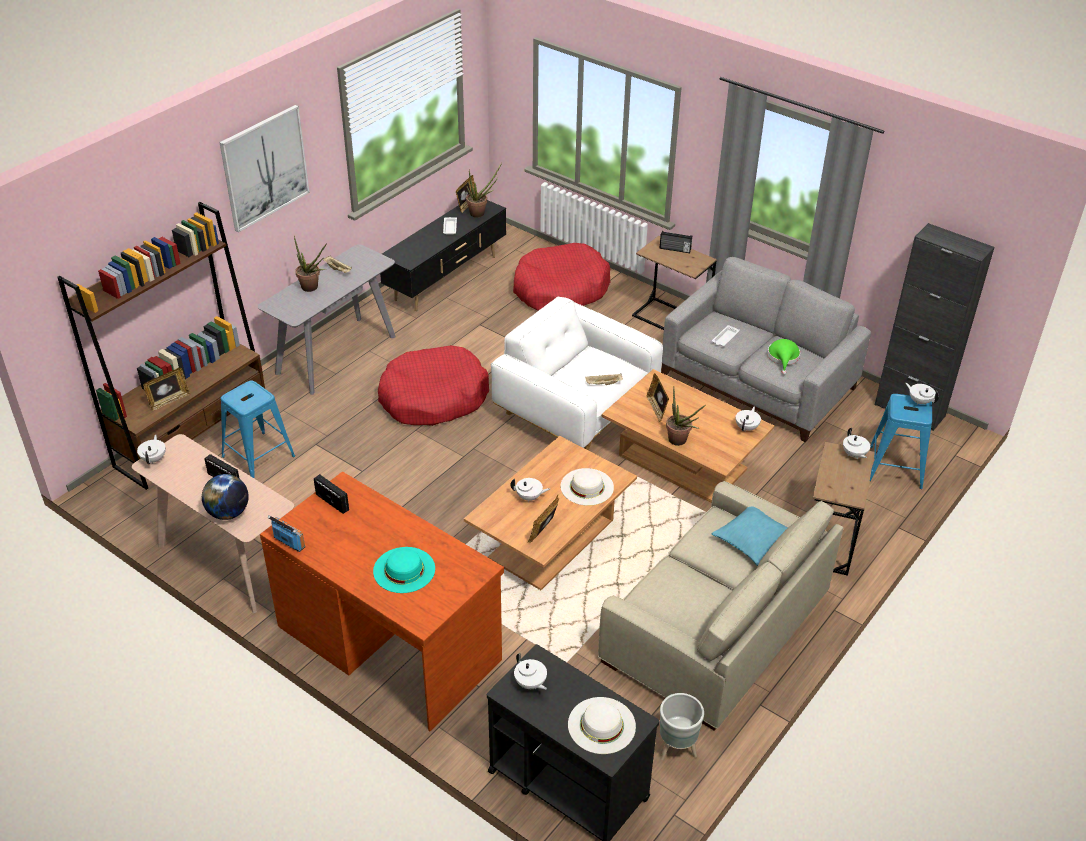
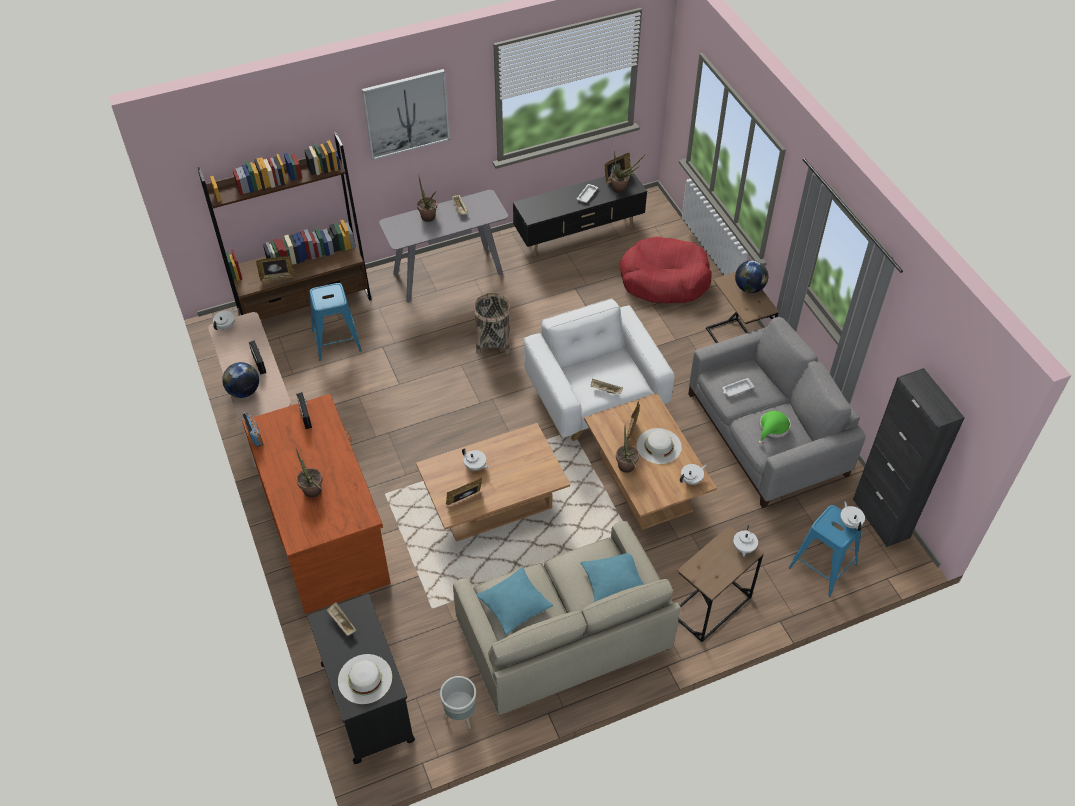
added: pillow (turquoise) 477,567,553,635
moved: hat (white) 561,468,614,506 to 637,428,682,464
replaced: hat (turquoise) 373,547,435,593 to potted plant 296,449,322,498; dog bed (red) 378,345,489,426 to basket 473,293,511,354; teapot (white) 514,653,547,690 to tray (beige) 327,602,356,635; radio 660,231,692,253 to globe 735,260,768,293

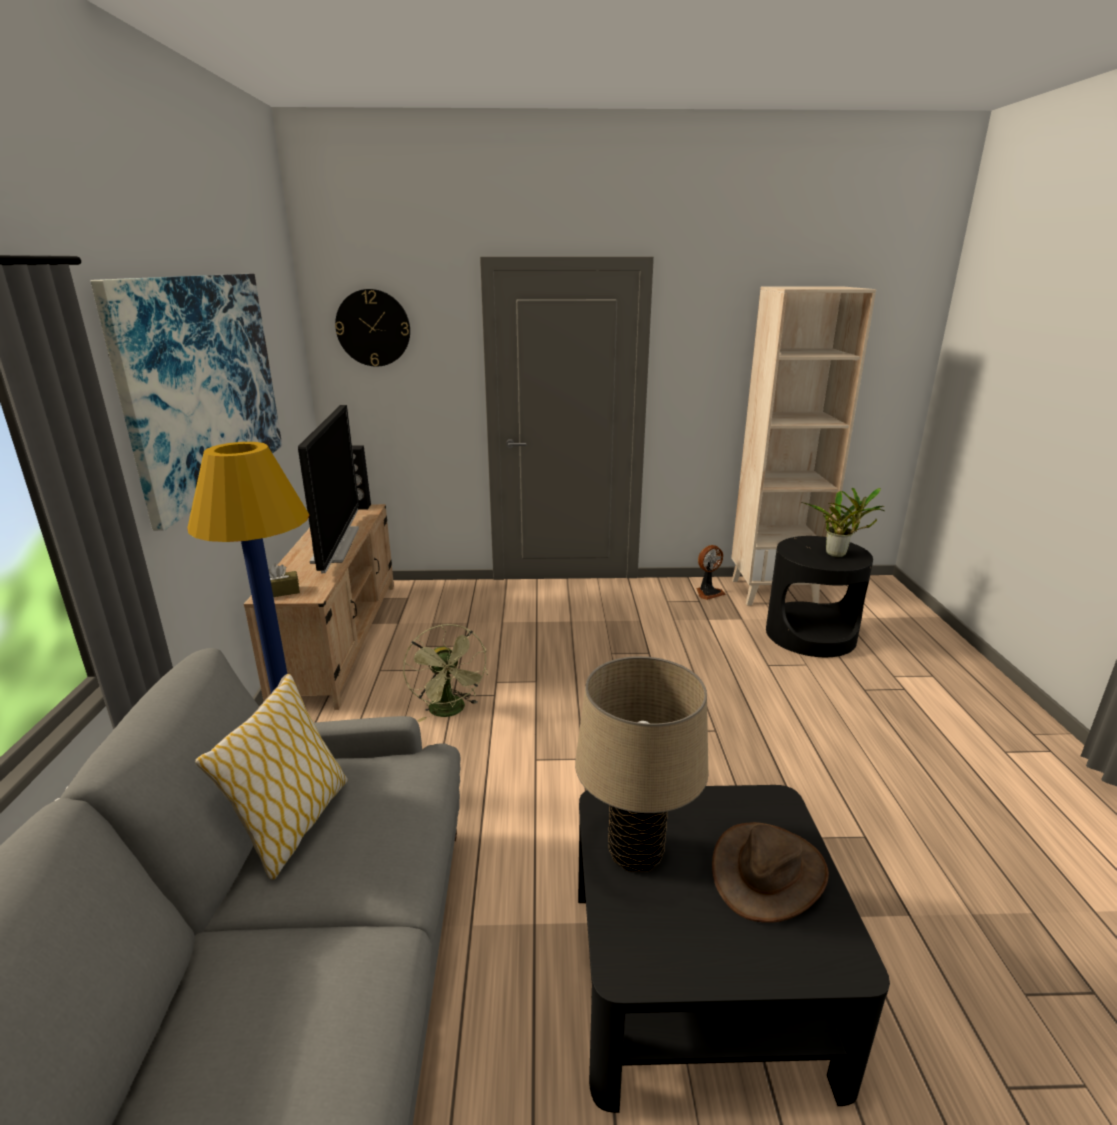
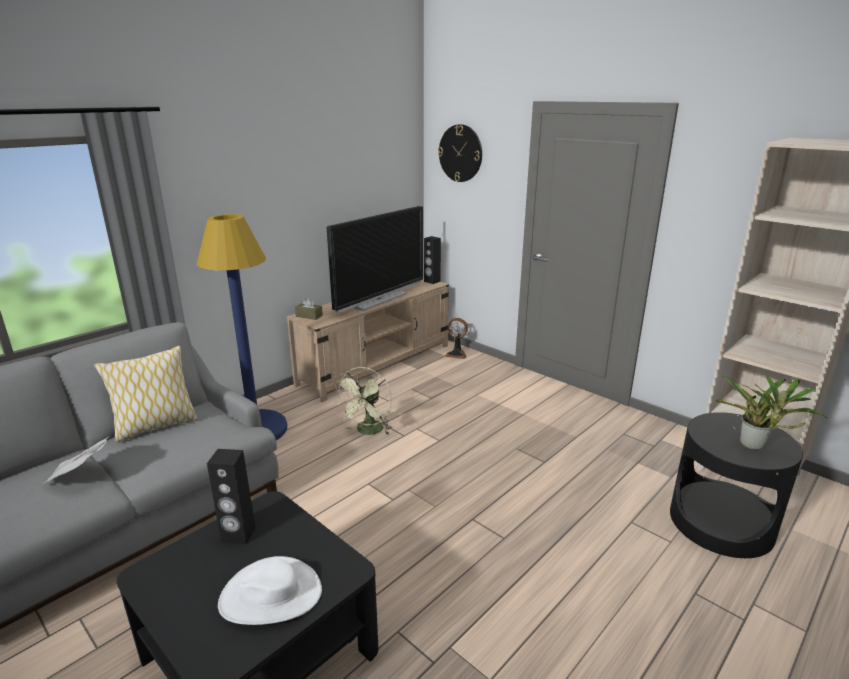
removed: picture 90,274,282,531
added: newspaper 43,436,110,484
moved: fan 697,545,726,600 to 445,318,468,359
replaced: table lamp (beige) 575,656,708,872 to speaker (black) 207,449,256,544
recoloured: hat (brown) 712,822,829,923 to hat (white) 218,556,322,625

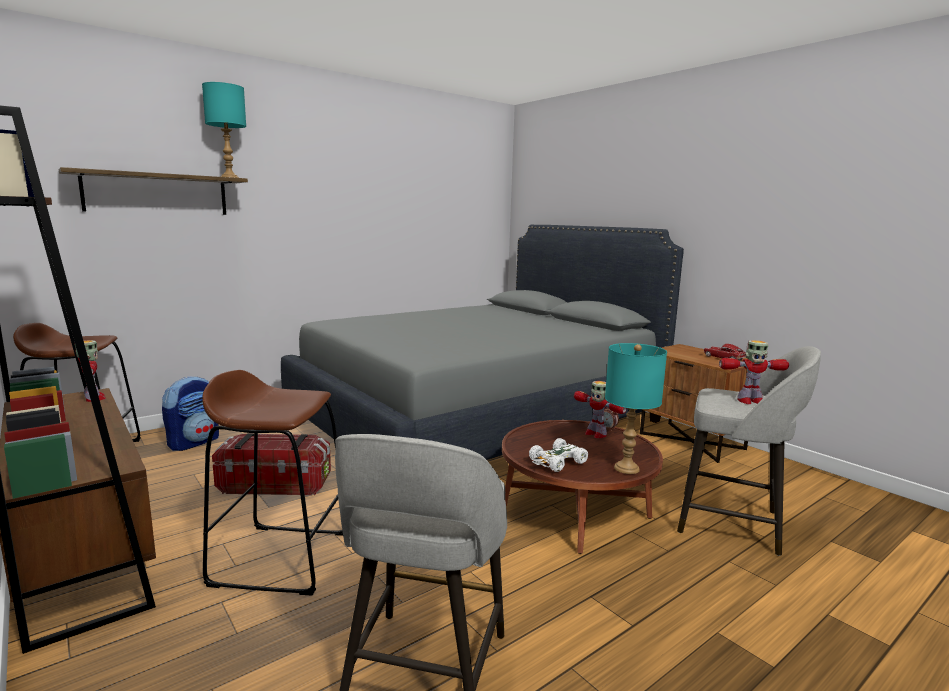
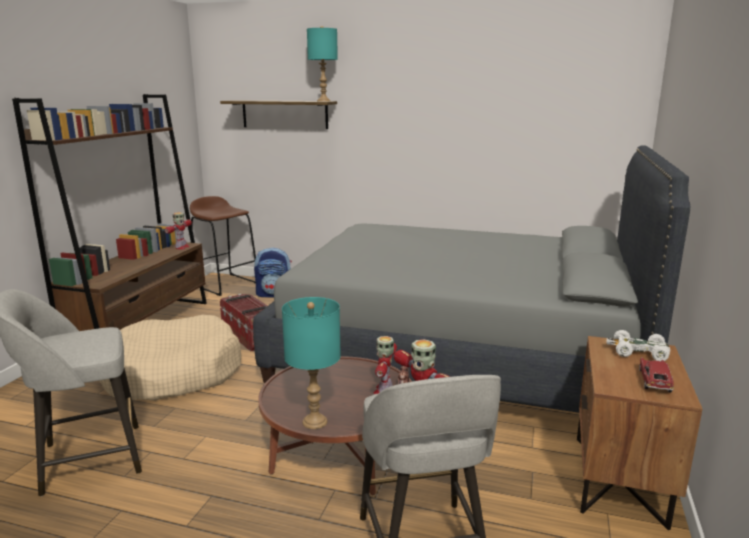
moved: toy car (white) 529,438,588,472 to 606,330,670,361
replaced: stool (brown) 202,370,343,596 to dog bed (beige) 99,315,241,401

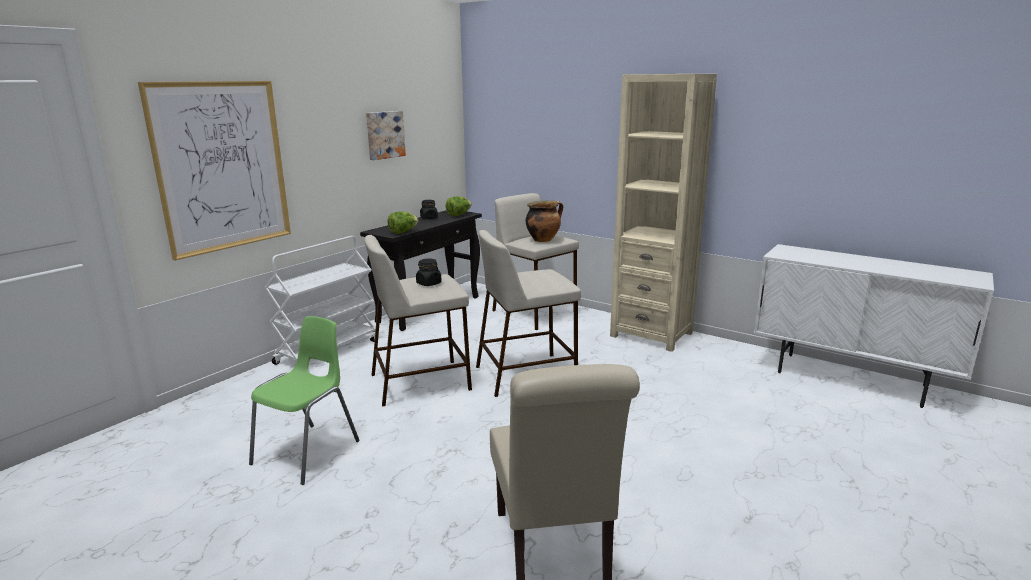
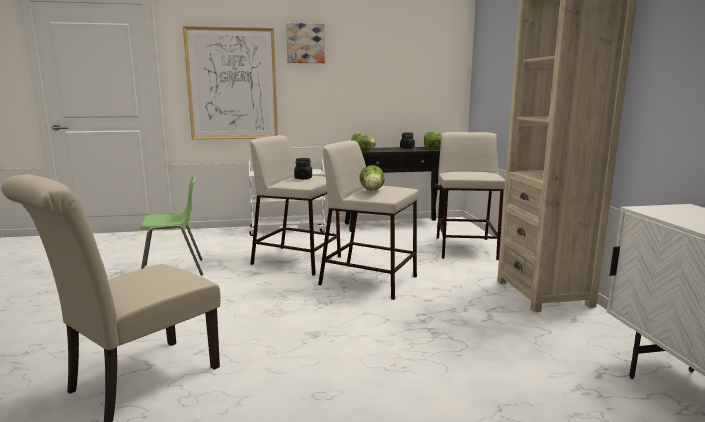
removed: cooking pot 526,201,563,242
added: lettuce 360,165,385,190
moved: picture 366,111,406,160 to 286,23,325,63

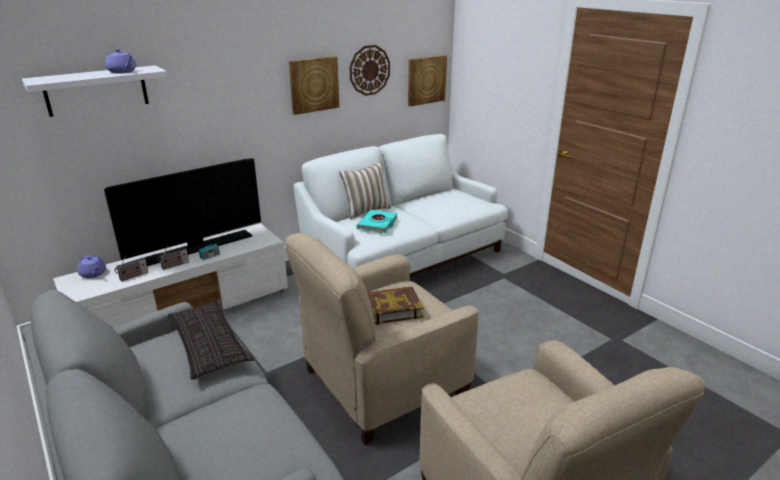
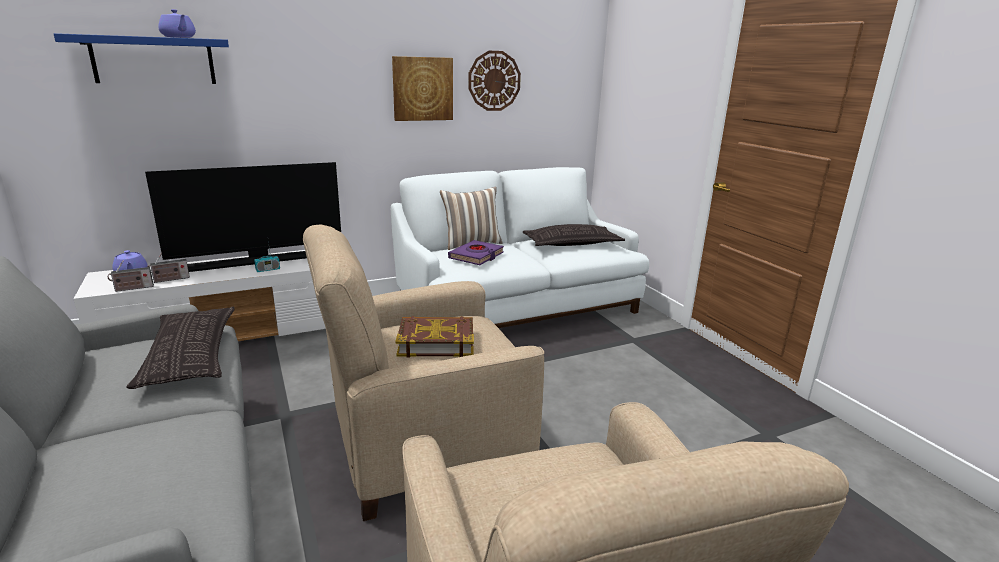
removed: picture 408,55,447,106
added: pillow 523,224,625,246
moved: radio 157,245,189,270 to 108,261,154,292
recoloured: shelf (white) 22,65,168,117 to shelf (blue) 54,33,229,84; book (turquoise) 357,210,398,233 to book (purple) 448,240,504,265

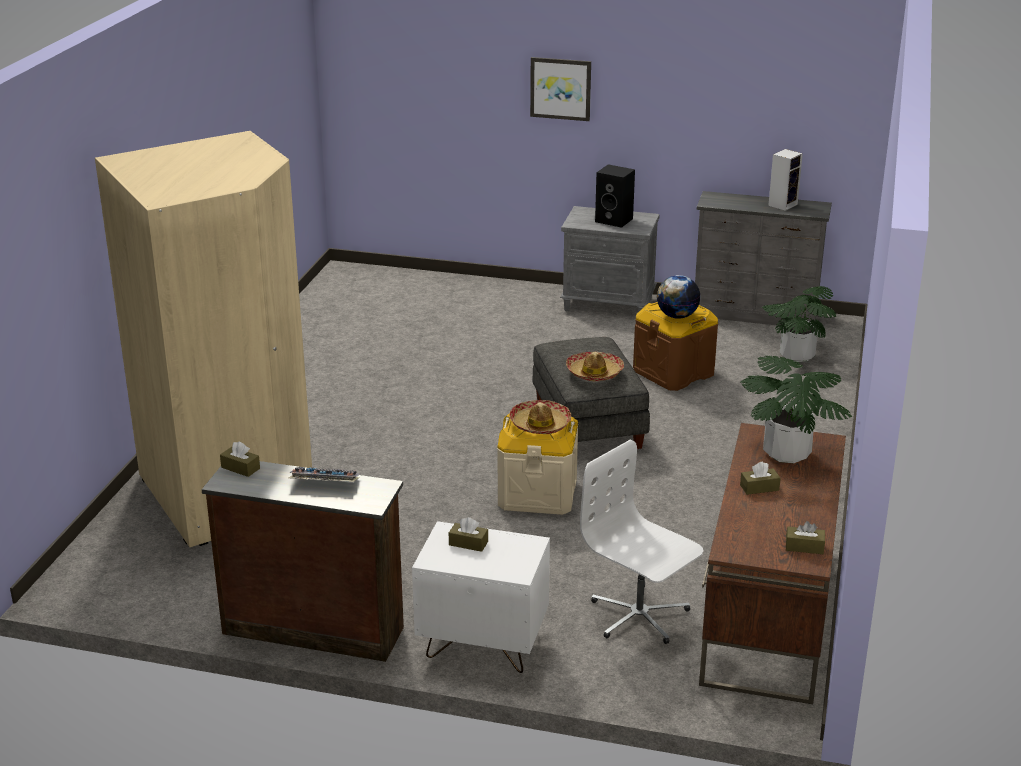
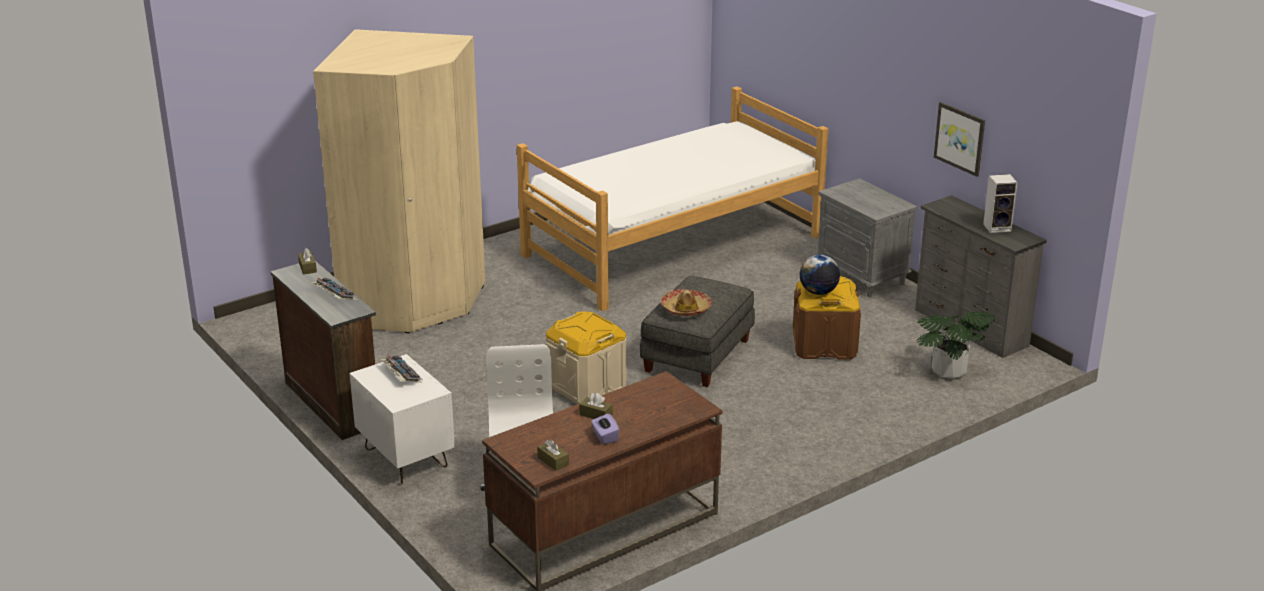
removed: hat 509,400,571,434; speaker (black) 595,164,635,228; potted plant 740,356,852,463
added: bed 517,86,828,311; tissue box (purple) 591,414,620,445
moved: picture 530,57,591,121 to 934,102,985,177
replaced: tissue box (brown) 449,517,488,552 to keyboard 381,355,423,383

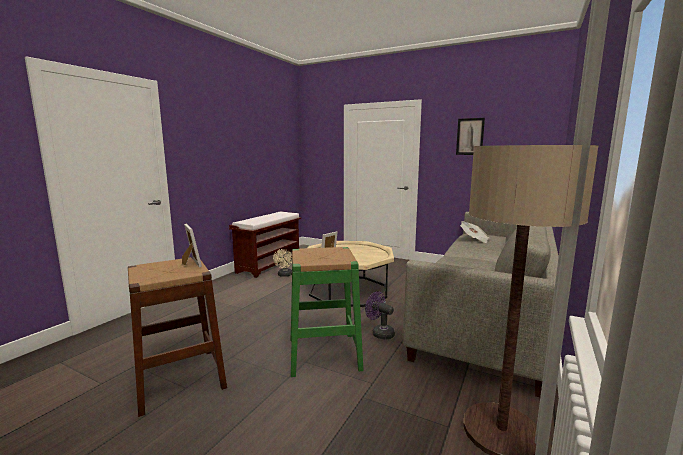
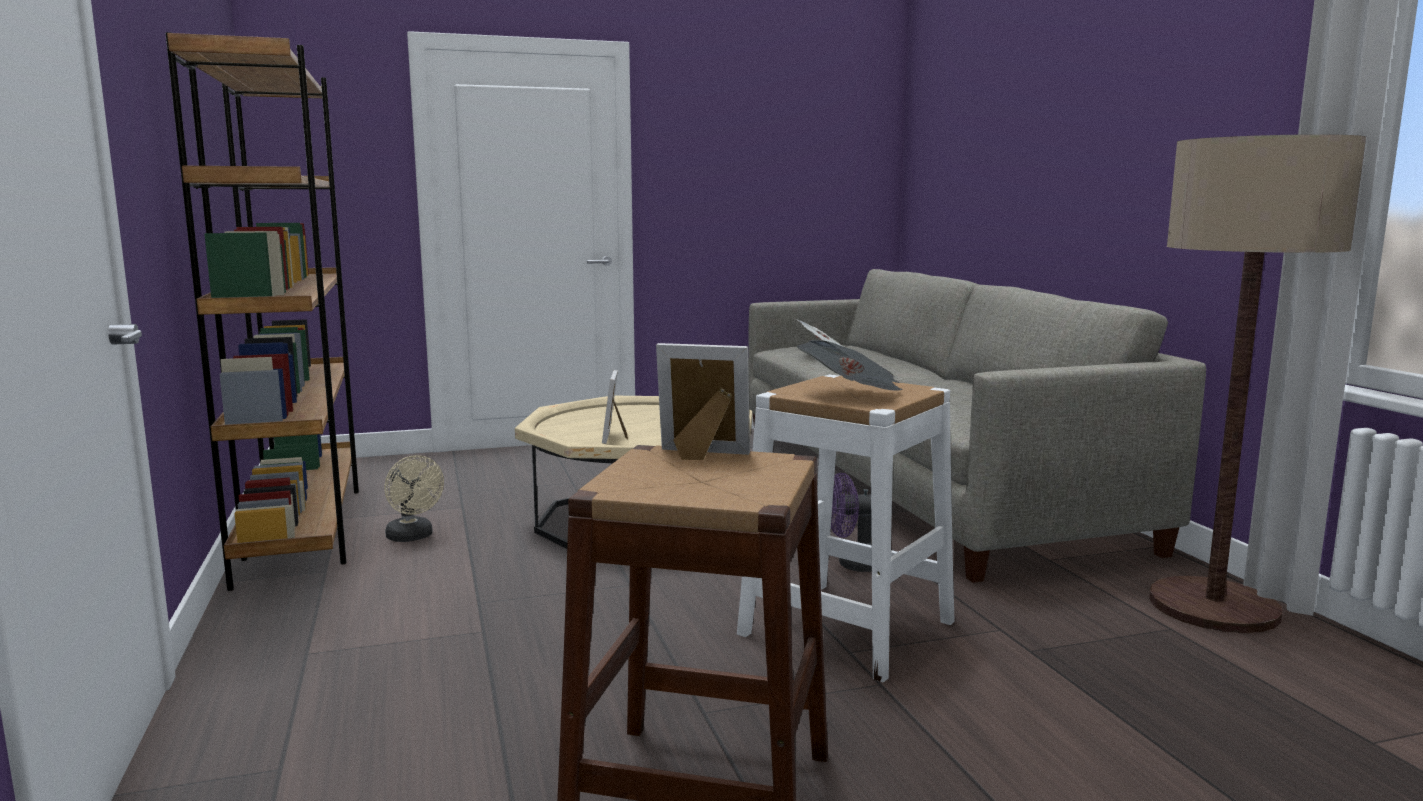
removed: picture 456,118,485,155
added: newspaper 797,340,903,391
replaced: bench (brown) 229,212,301,278 to bookcase (brown) 165,32,359,591
recoloured: stool (green) 291,247,364,377 to stool (white) 737,375,955,682

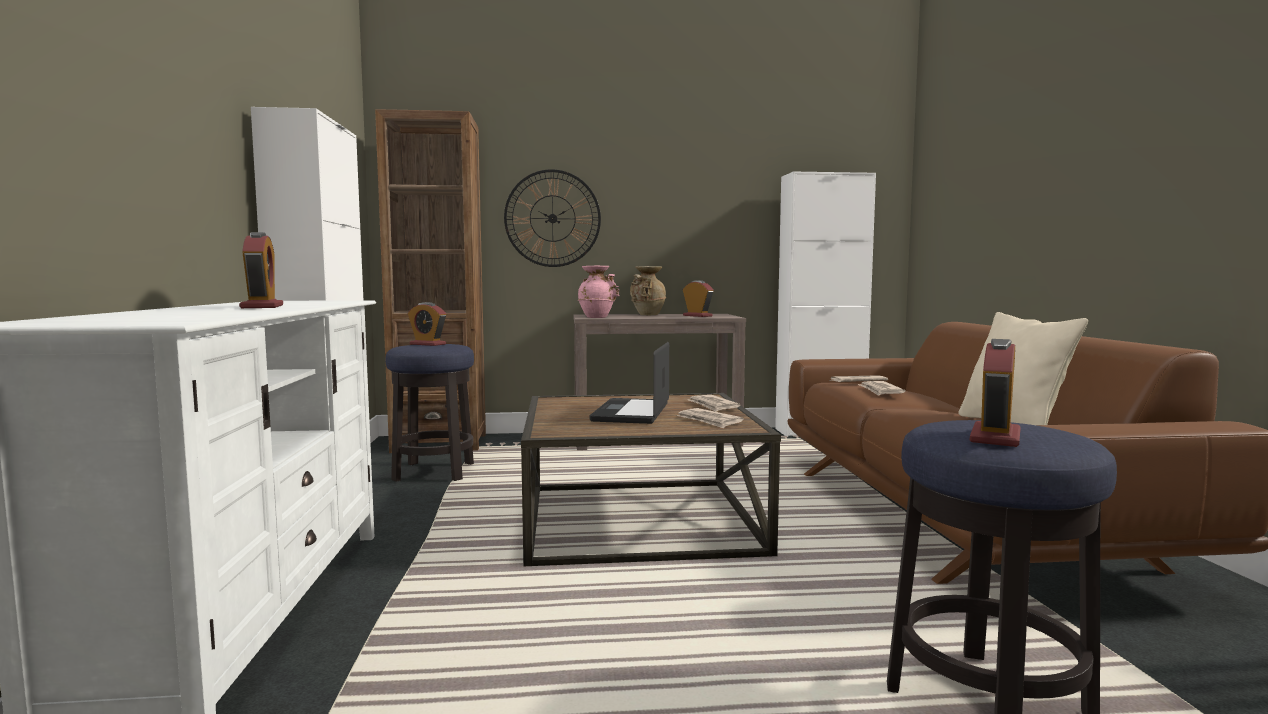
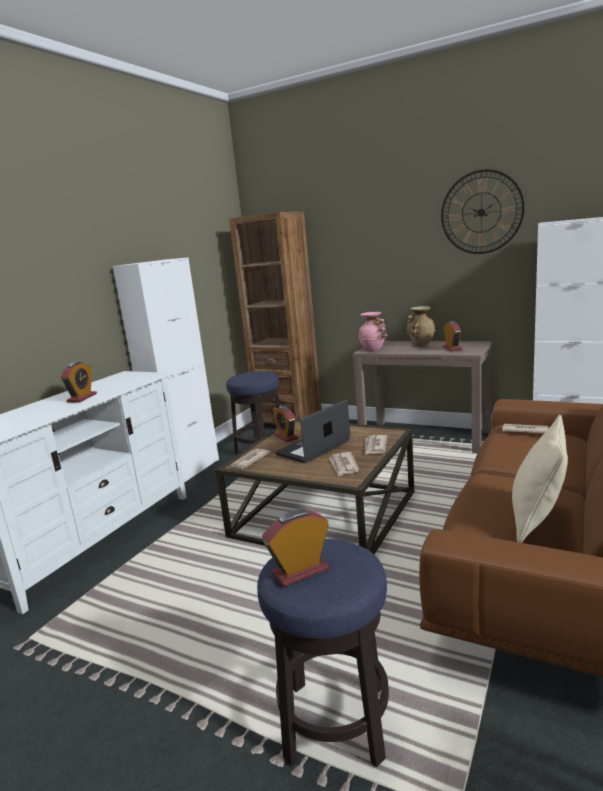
moved: alarm clock 408,302,446,346 to 273,405,299,442; wall clock 504,169,601,267 to 441,169,525,254; newspaper 858,381,905,396 to 231,449,271,469

